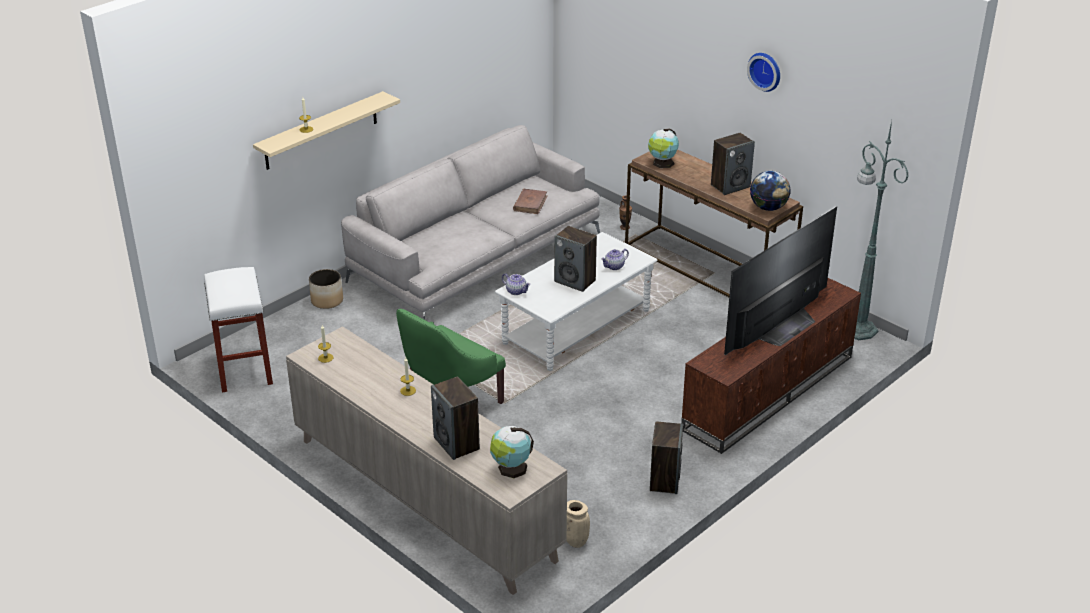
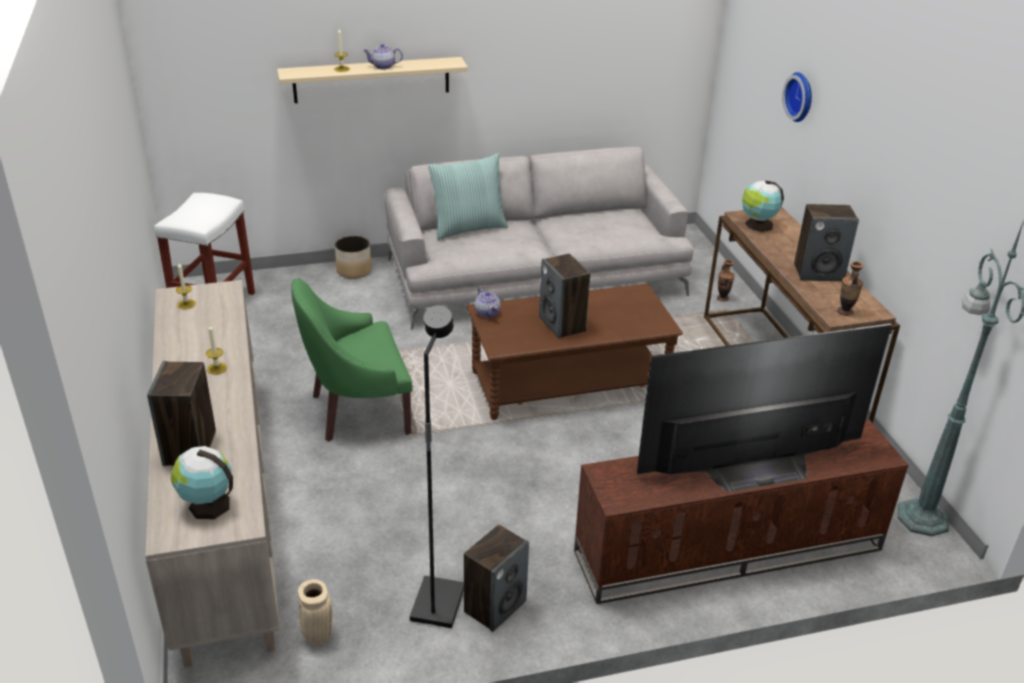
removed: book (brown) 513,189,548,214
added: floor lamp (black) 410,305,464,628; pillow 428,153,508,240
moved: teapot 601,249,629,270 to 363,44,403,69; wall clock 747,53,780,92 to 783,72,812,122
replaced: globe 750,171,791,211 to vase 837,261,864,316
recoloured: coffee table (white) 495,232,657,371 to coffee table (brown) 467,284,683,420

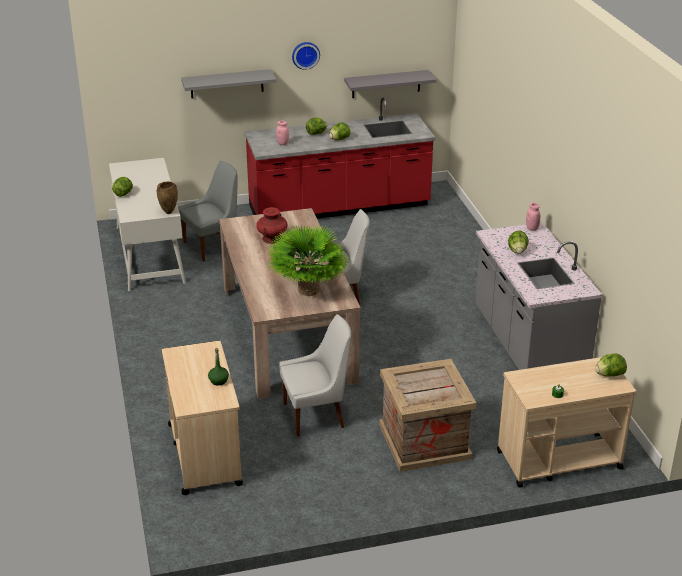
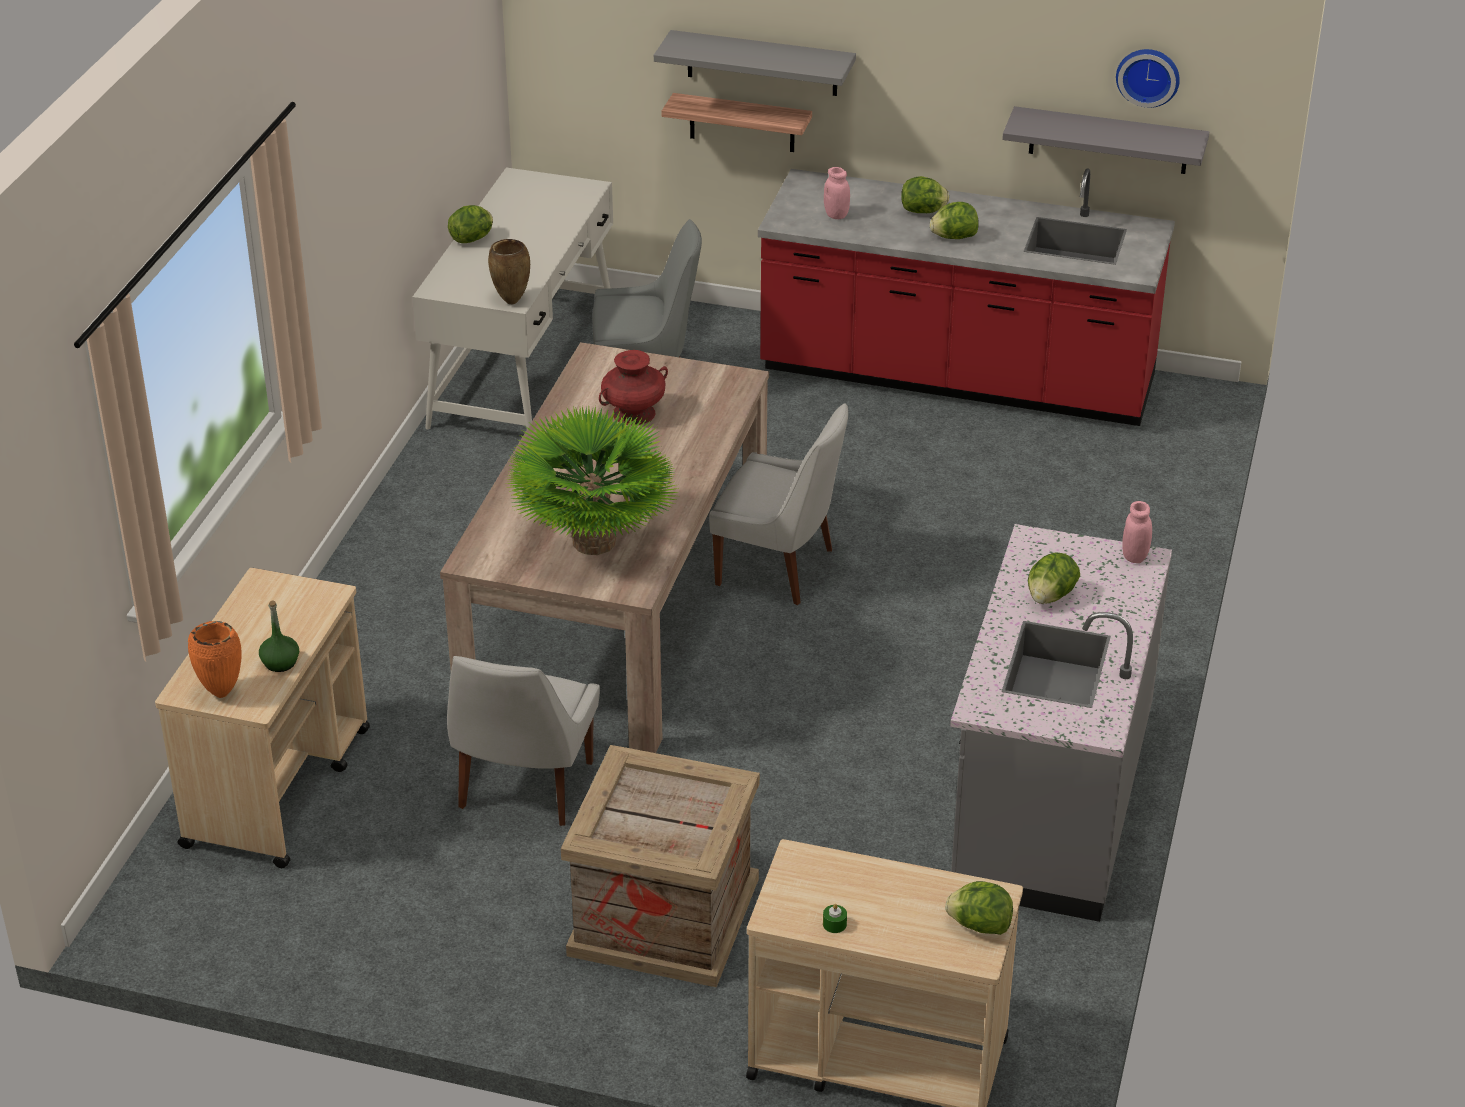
added: vase (orange) 188,621,242,698; shelf 662,93,812,152
moved: wall clock 292,42,320,70 to 1116,49,1180,108
turned: chair (white) 279,314,351,437 = 447,656,600,826 90 degrees clockwise

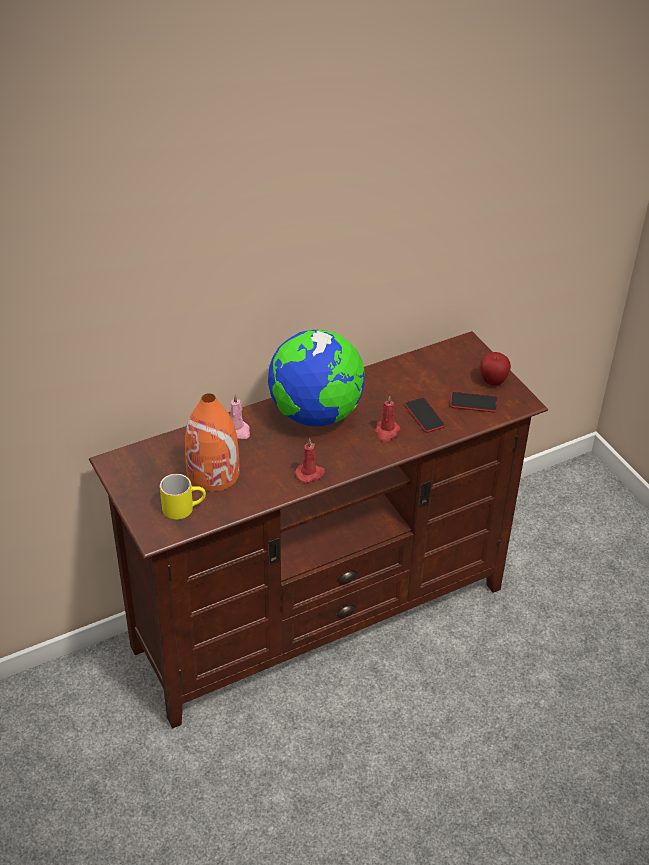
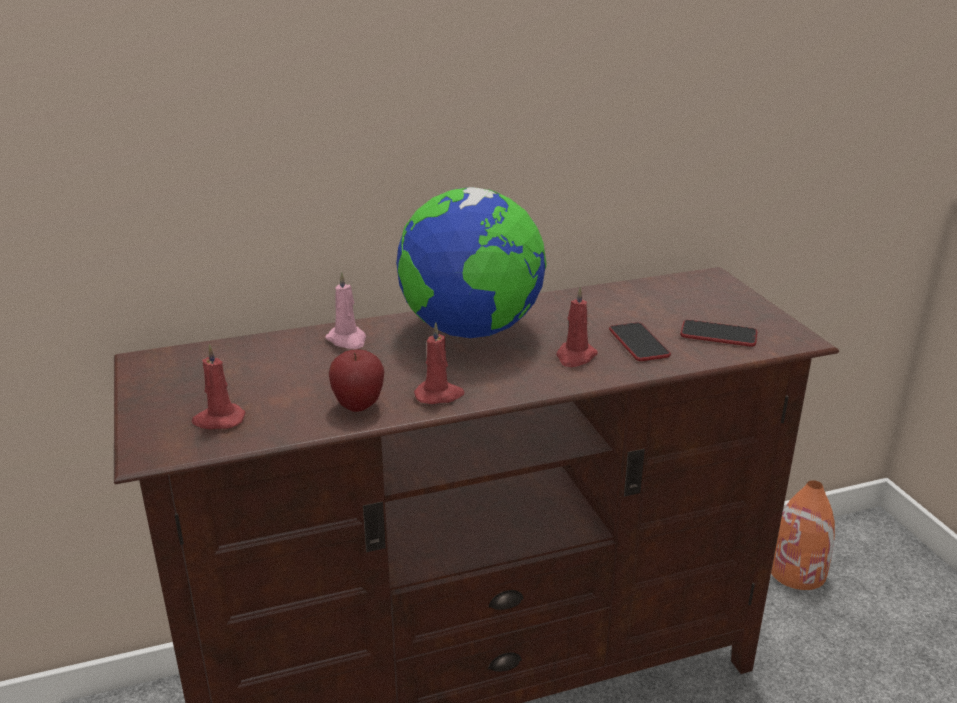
moved: vase (orange) 185,393,240,492 to 771,480,835,590; apple 480,352,511,385 to 329,350,384,412
replaced: mug (yellow) 160,474,206,520 to candle (red) 192,344,245,429

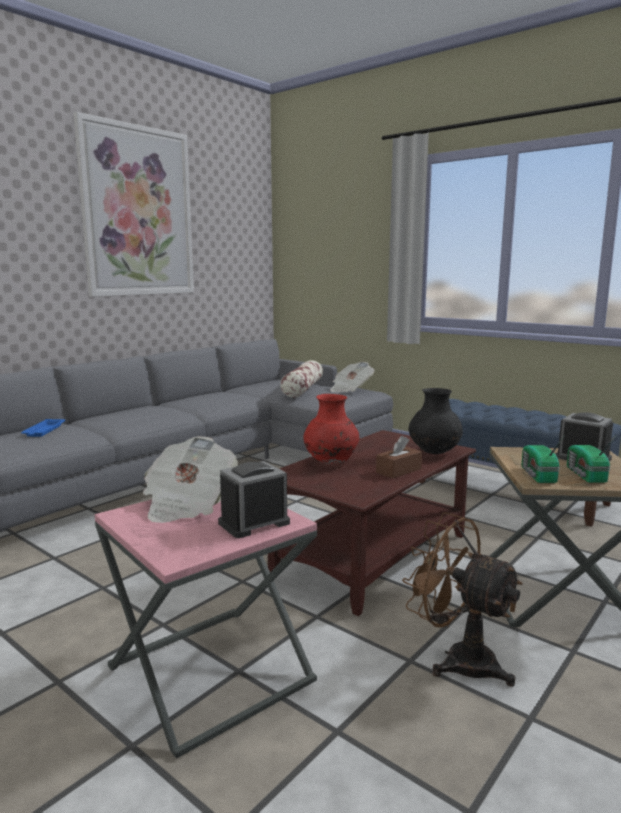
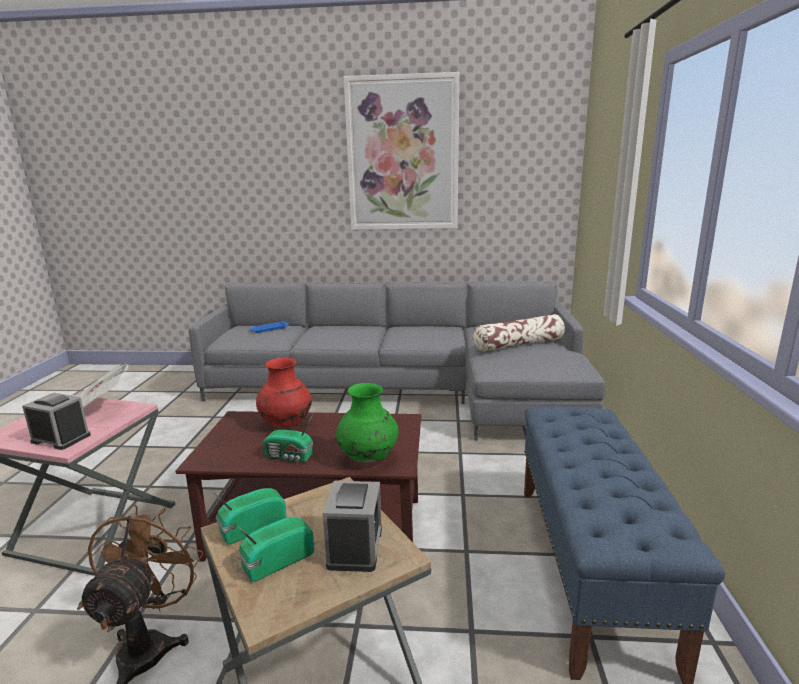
removed: newspaper 330,362,375,392
replaced: tissue box (brown) 376,436,422,478 to radio 263,413,314,462
recoloured: vase (black) 409,388,463,454 to vase (green) 336,383,399,462

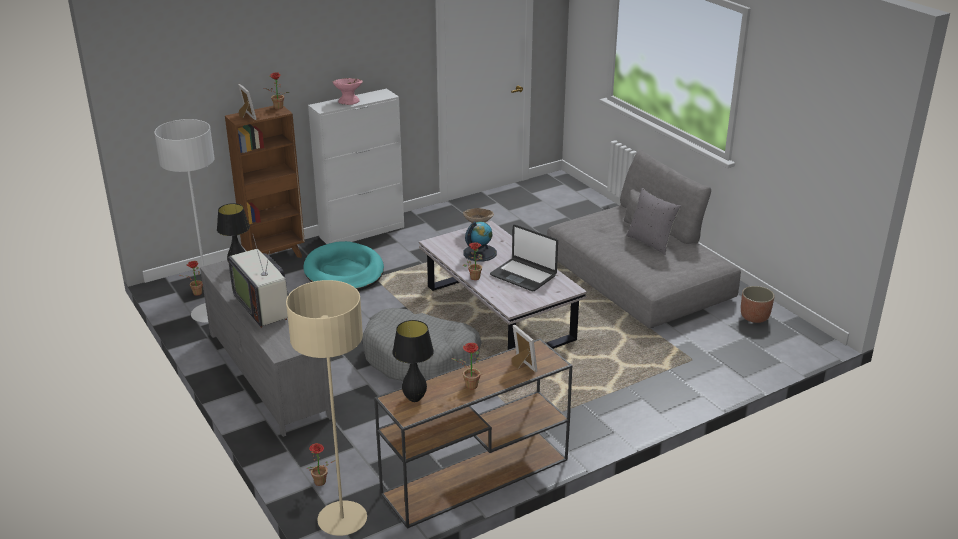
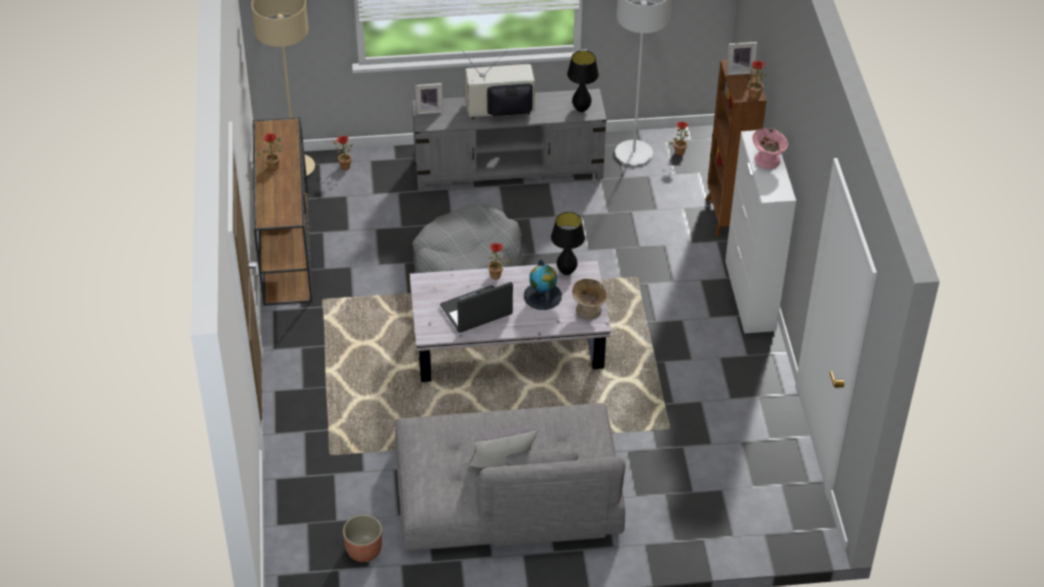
removed: dog bed (turquoise) 303,241,384,291
moved: table lamp (black) 392,320,434,402 to 551,212,585,275; picture frame 511,325,537,372 to 415,83,443,114

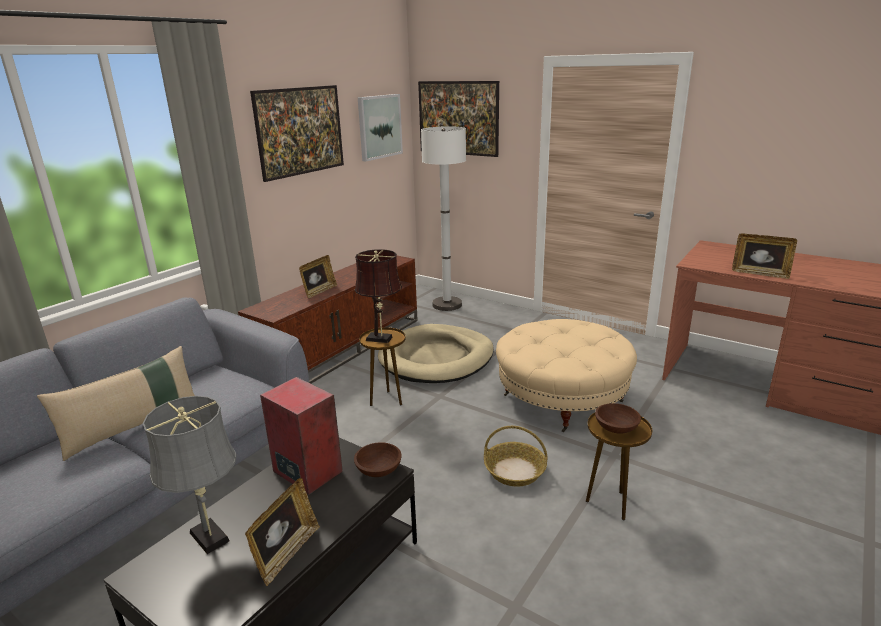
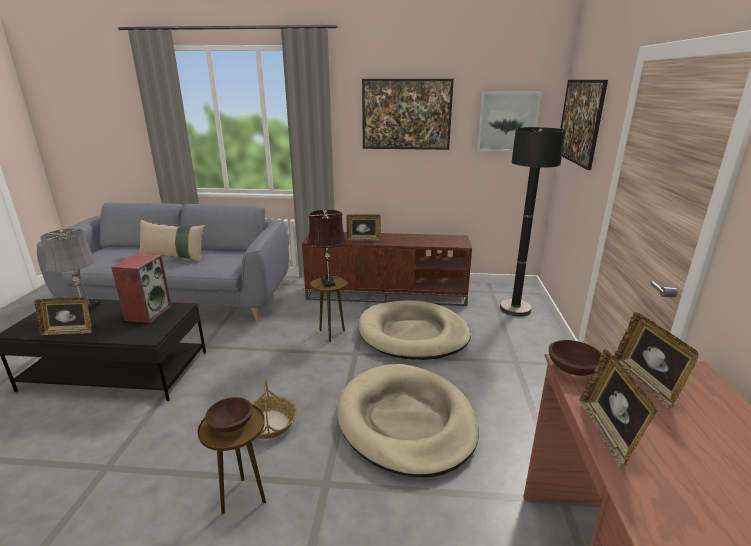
added: picture frame 614,312,699,410
moved: bowl (brown) 354,442,402,477 to 549,340,602,376
replaced: ottoman (beige) 496,319,637,432 to dog bed (beige) 337,364,479,477
recoloured: floor lamp (white) 421,126,466,311 to floor lamp (black) 500,127,566,316

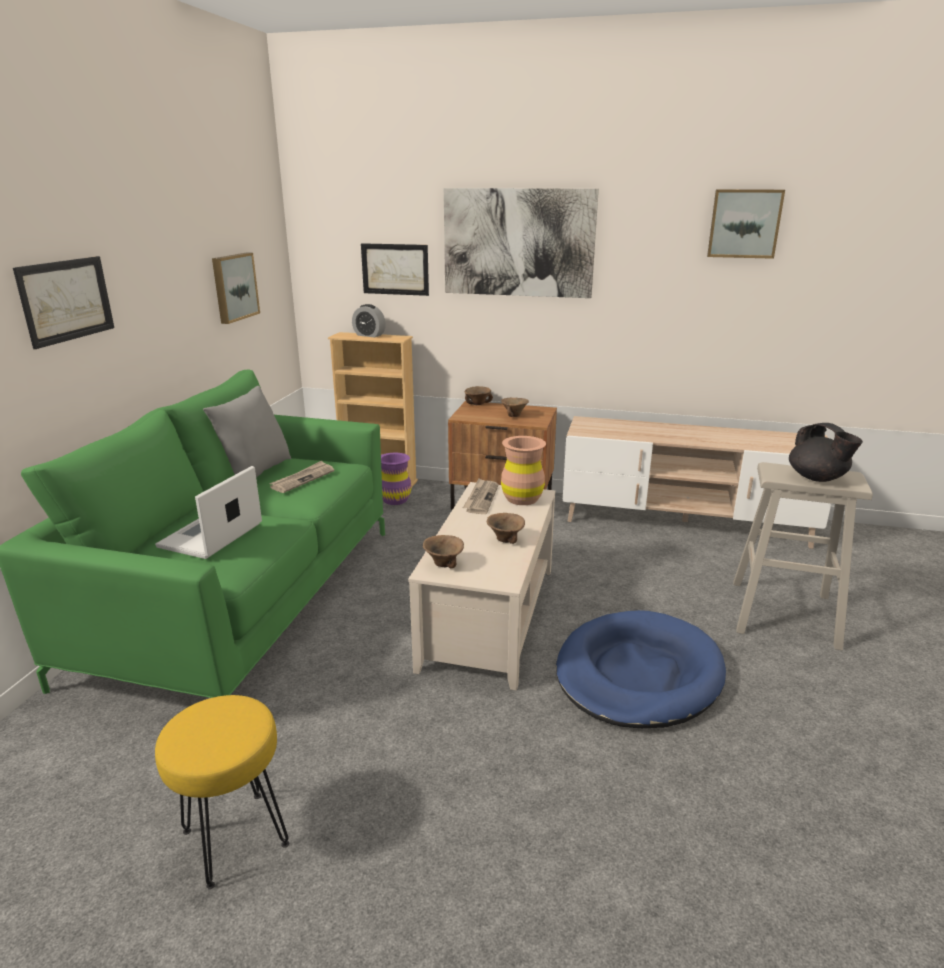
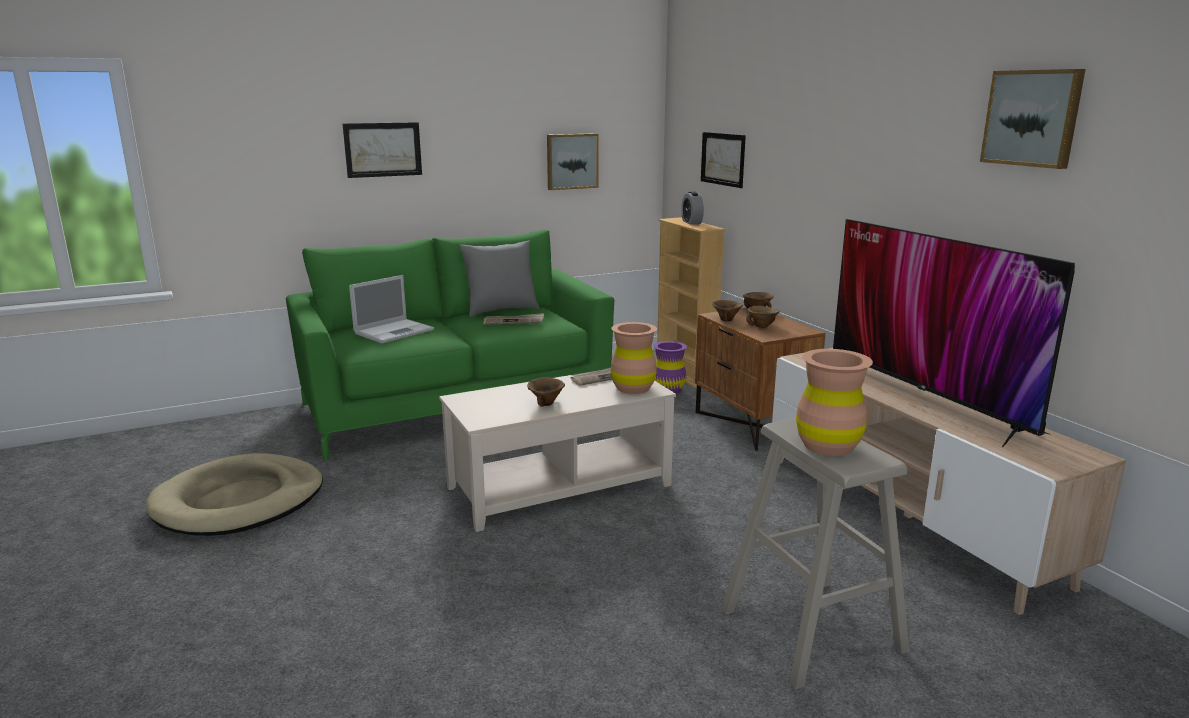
removed: picture 444,188,599,298; dog bed (blue) 556,610,726,728
added: television 833,219,1075,447
moved: bowl (brown) 423,535,464,568 to 712,300,743,322
replaced: stool (yellow) 155,695,289,889 to dog bed (beige) 146,453,323,536; teapot (black) 789,423,863,482 to vase (brown) 796,349,873,456
turned: laptop 155,466,262,559 = 349,275,434,343 150 degrees clockwise

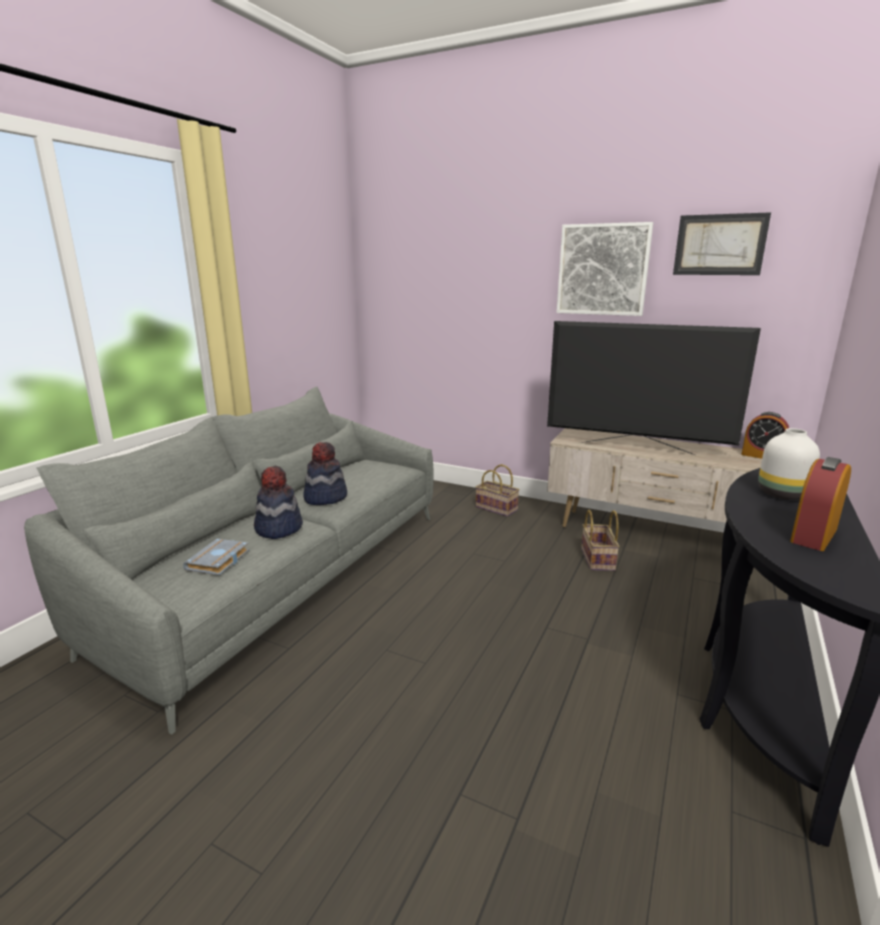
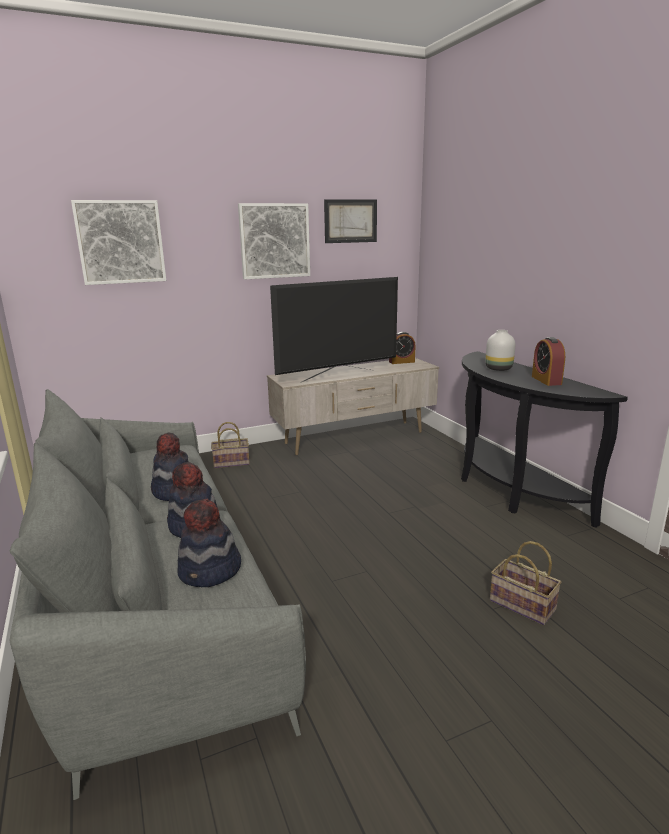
added: picture 71,200,166,285
moved: basket 581,510,620,571 to 490,541,561,625
replaced: book (grey) 183,539,249,575 to hat 178,499,241,587

